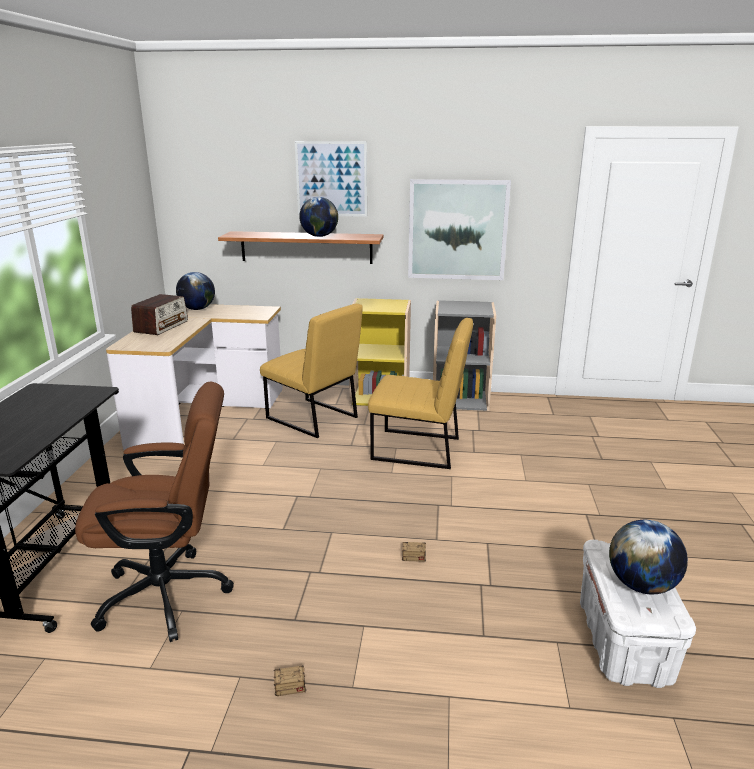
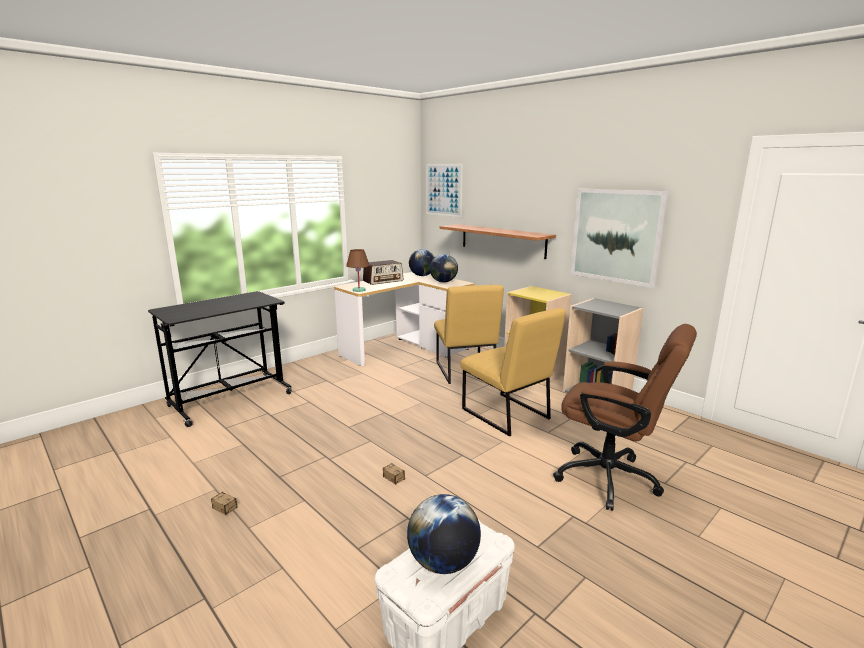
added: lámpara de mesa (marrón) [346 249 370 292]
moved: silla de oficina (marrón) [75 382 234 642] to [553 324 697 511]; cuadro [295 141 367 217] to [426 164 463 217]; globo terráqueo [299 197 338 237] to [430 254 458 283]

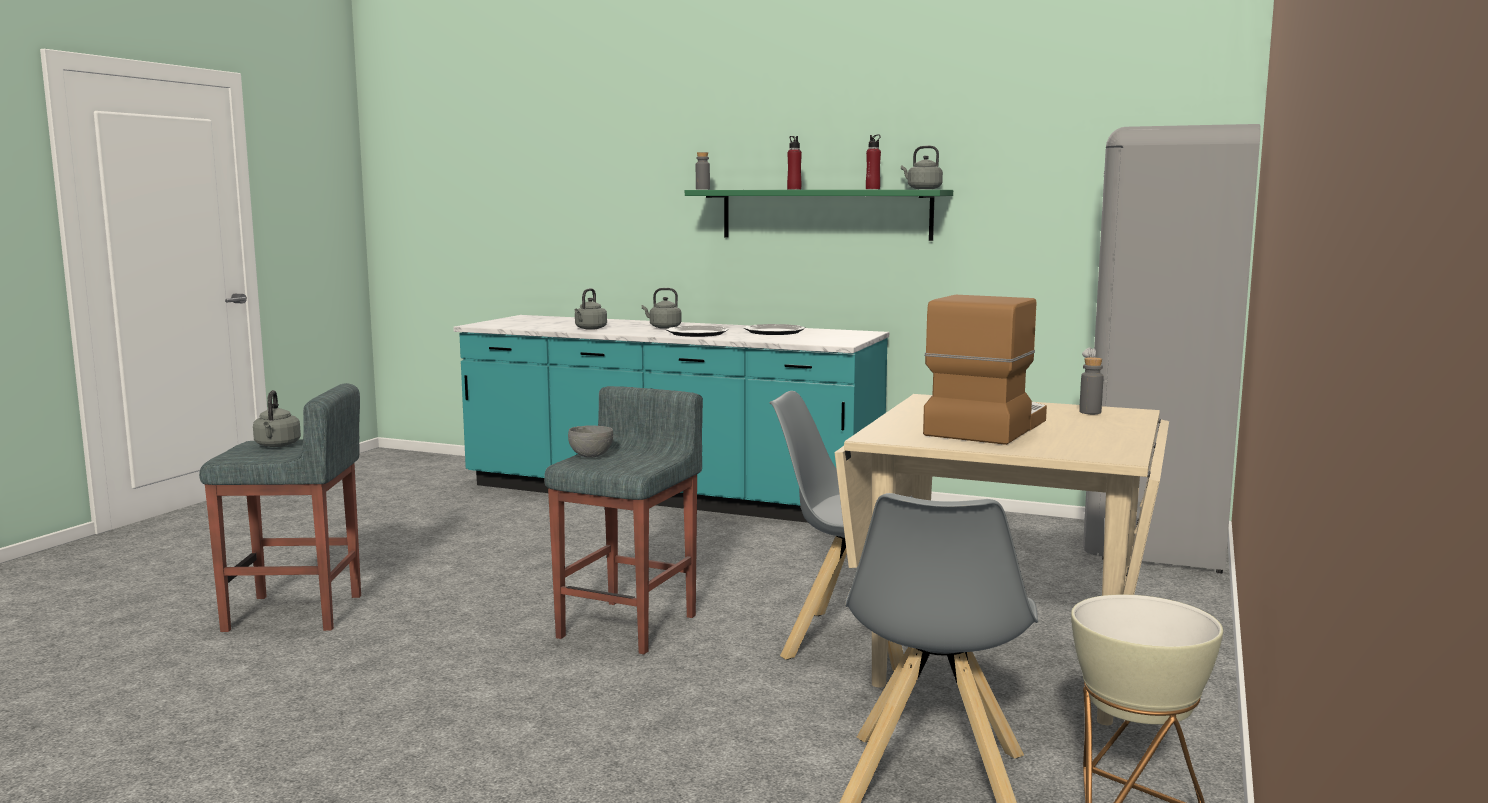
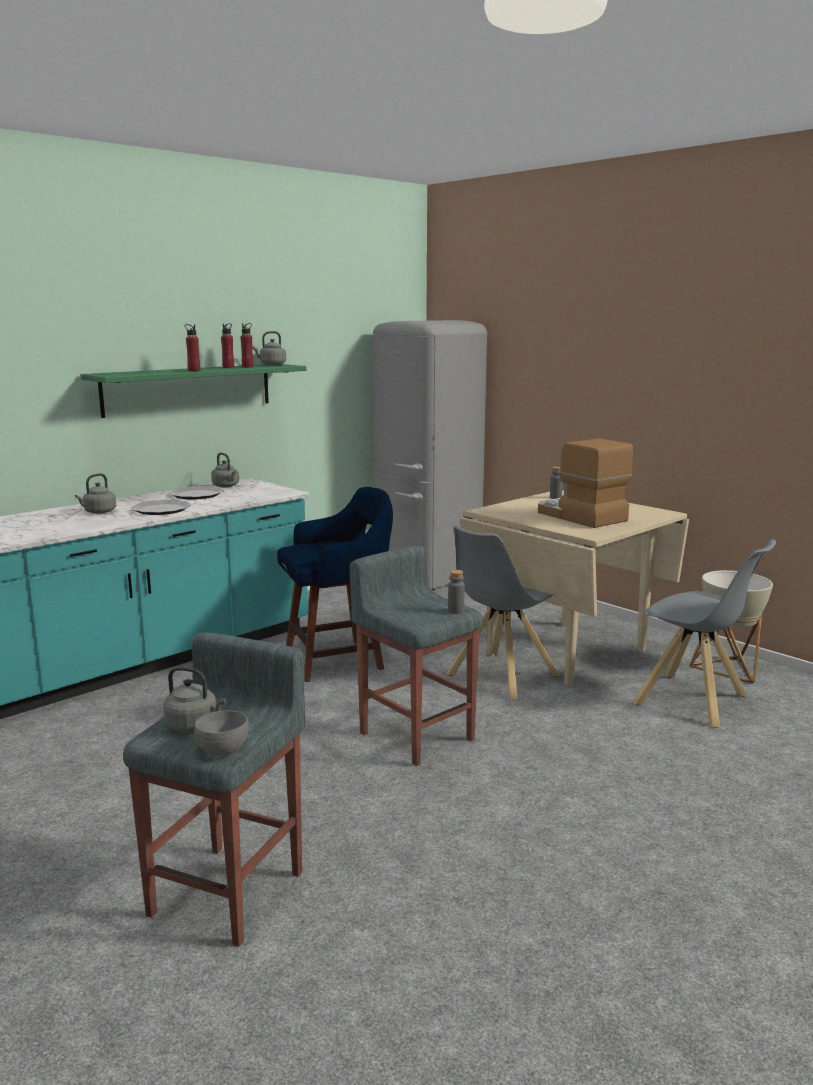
added: botella (rojo) [221 323 234 368]; taburete (azul) [277 487 393 682]
moved: cuenco (gris) [568 425 613 458] to [194 710 249 756]; hervidor (gris) [575 288 607 330] to [211 453 239 487]; botella (gris) [696 152 710 190] to [448 570 465 614]

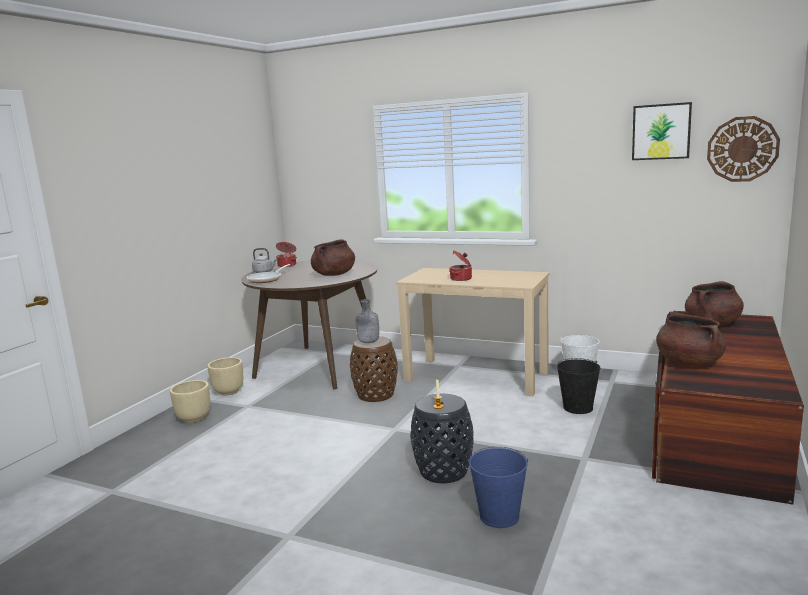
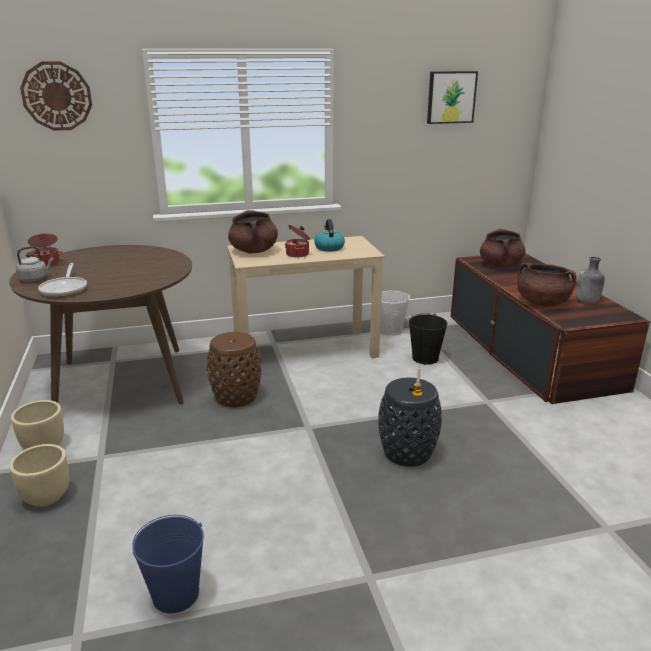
added: hervidor [314 219 345 252]
moved: olla (marrón) [311 239 355 276] to [228 210 278 254]; botella (gris) [356 299 379 343] to [576 257 605 303]; cubo (azul) [468 447 528 528] to [132 515 204 613]; reloj de pared [707 116 780 182] to [20 61 92 131]

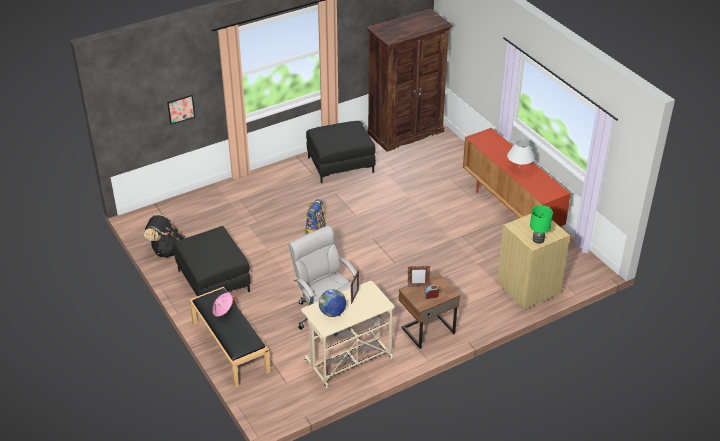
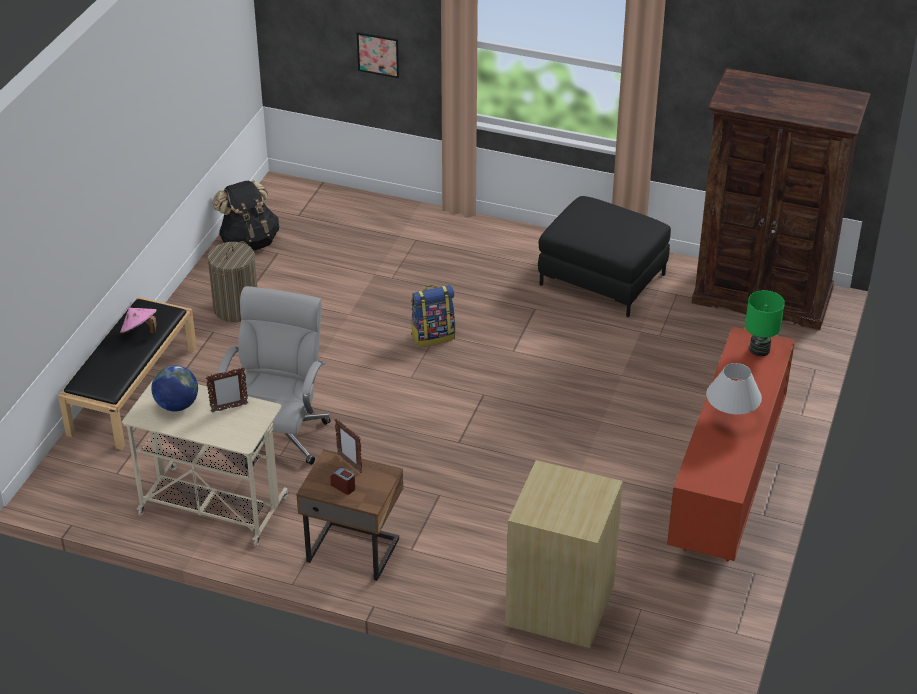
moved: lámpara de mesa (verde) [530 205 553 244] to [745 290 785 356]
replaced: puf (negro) [174 226 251 297] to cesto de la ropa [207 241 257 322]

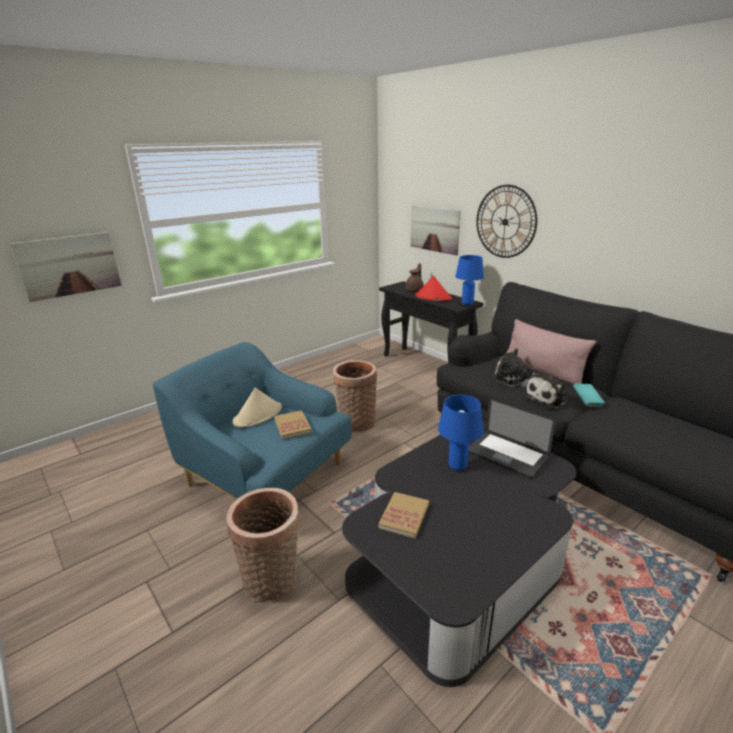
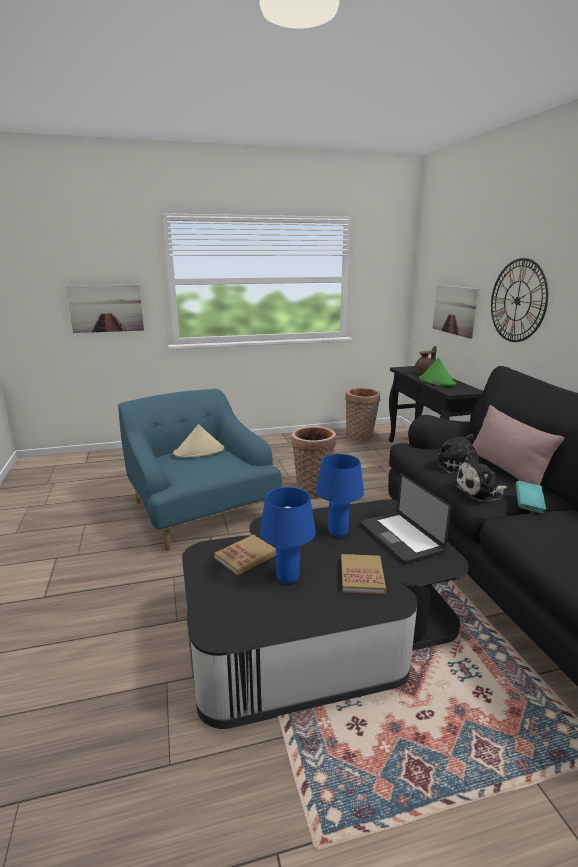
moved: cesta [226 488 300 603] to [345 388 380 441]; libro [274 411 312 440] to [341 554 386 594]; lámpara de mesa (azul) [455 255 484 305] to [260 487 316 584]
recoloured: sombrero (rojo) [415 276 452 301] to sombrero (verde) [419 358 456 386]

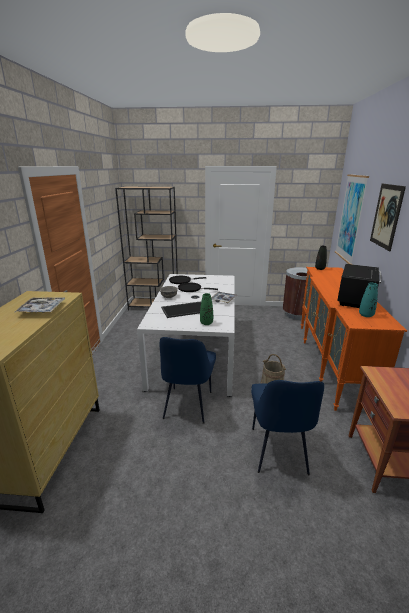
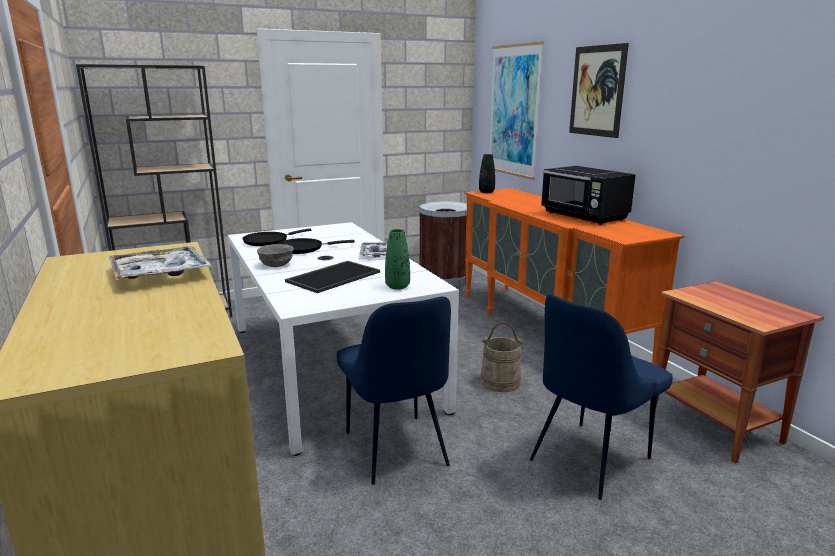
removed: florero (turquesa) [359 283 378 317]
turned: silla (azul) [251 380 324 475] = [530 294 673 500] 75 degrees clockwise; microondas (negro) [337 264 382 308] = [541 166 636 225] 150 degrees clockwise

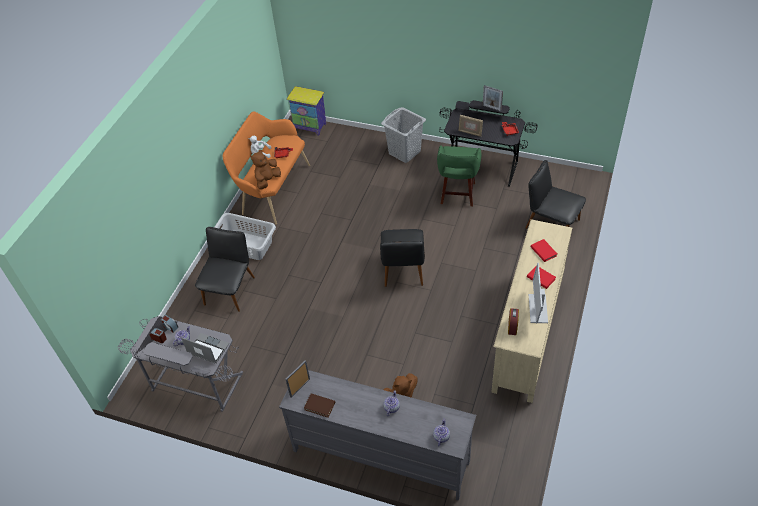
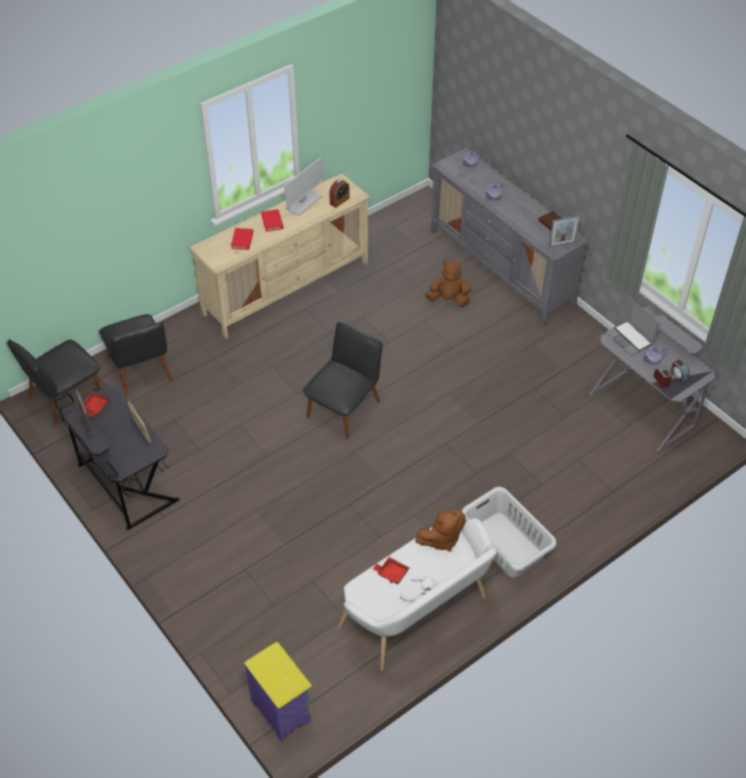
removed: cesto de la ropa (gris) [381 107 426 163]; taburete (verde) [437 145 481 207]
moved: silla (negro) [195 227 255 312] to [7 339 102 426]
recoloured: banco (naranja) [223 111 310 225] to banco (blanco) [337 518 497 671]

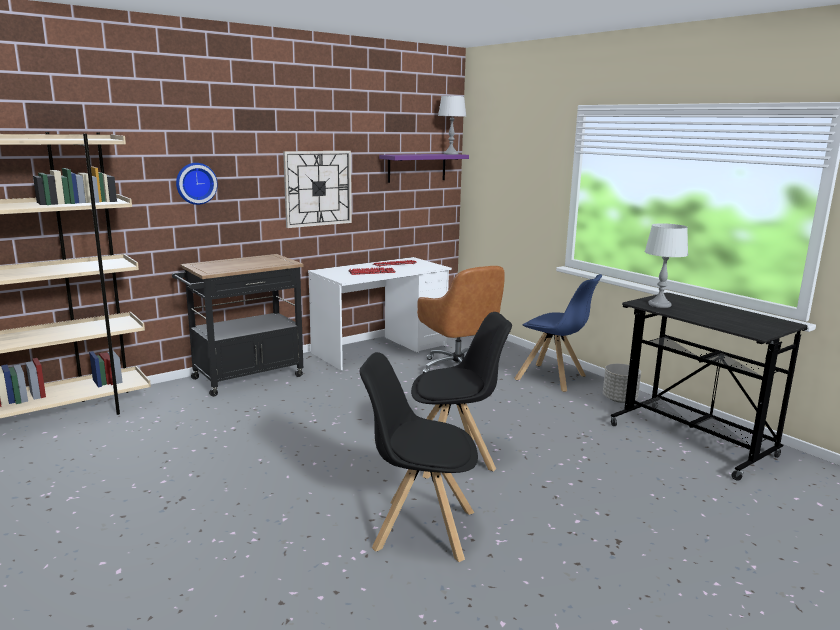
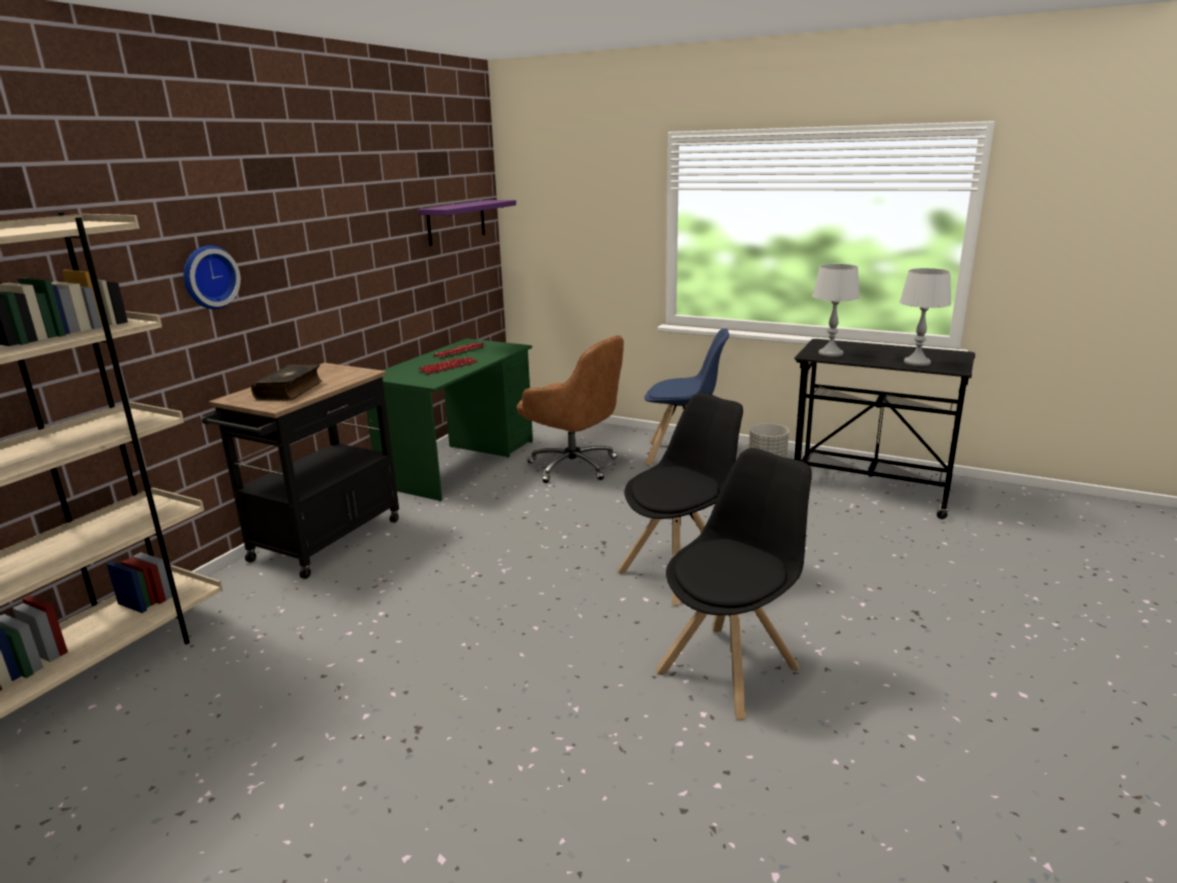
removed: reloj de pared [283 151 352 228]
added: libro [251 364 323 400]
moved: lámpara de mesa (gris) [438 96 466 155] to [900 268 951 366]
recoloured: escritorio (blanco) [308 257 452 371] to escritorio (verde) [366 338 533 501]
turned: silla (negro) [359 352 478 562] = [656 448 812 720] 150 degrees clockwise

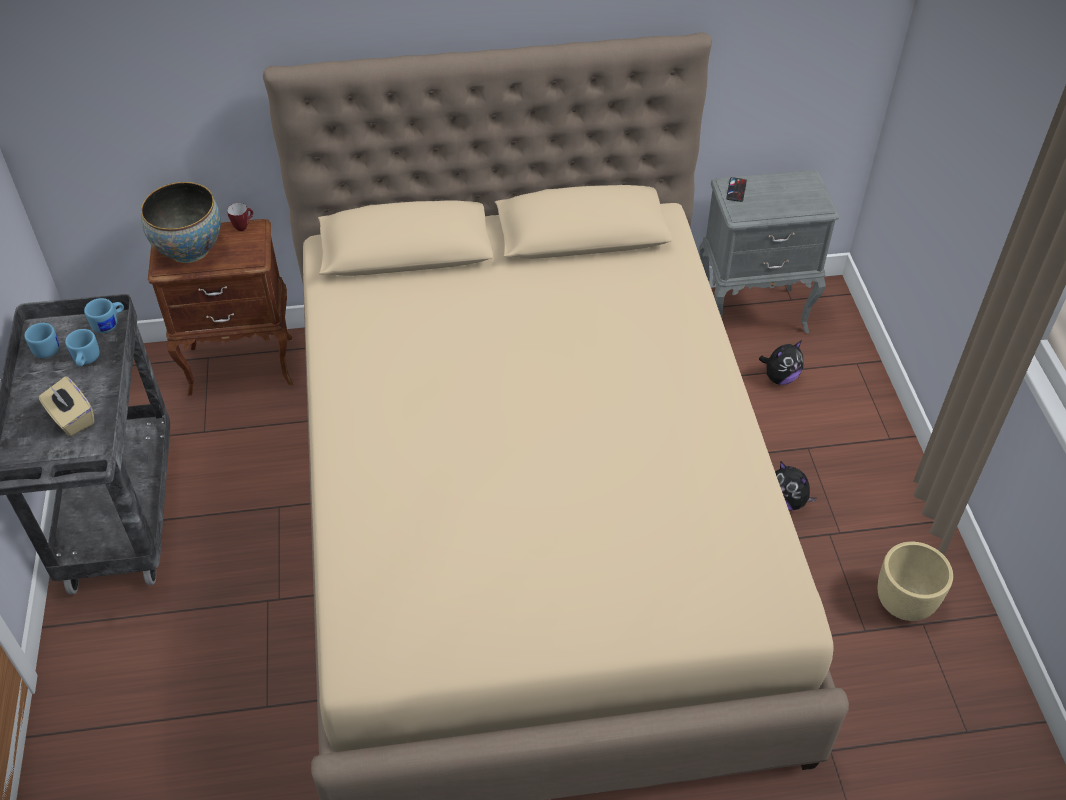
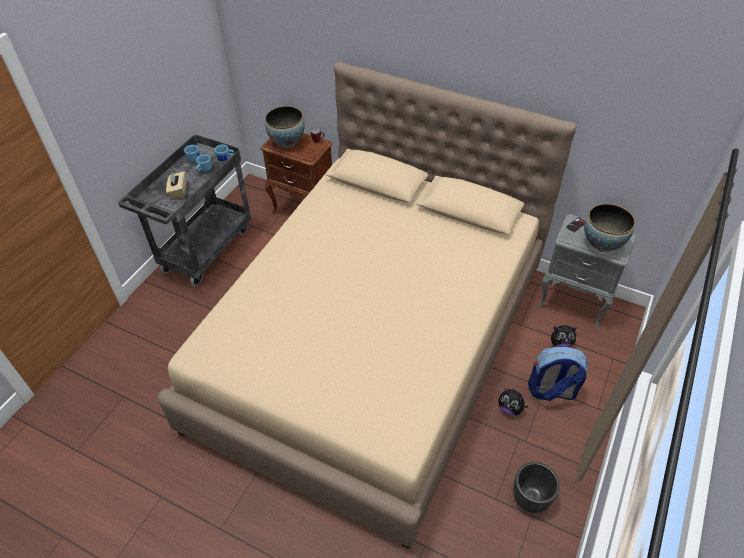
added: mochila [528 347 588 401]; cuenco [584 204 635 252]
recoloured: maceta (beis) [877 542 953 621] to maceta (negro) [513 462 560 513]
turned: peluche [775 461 817 510] = [498 388 528 416] 45 degrees counterclockwise

